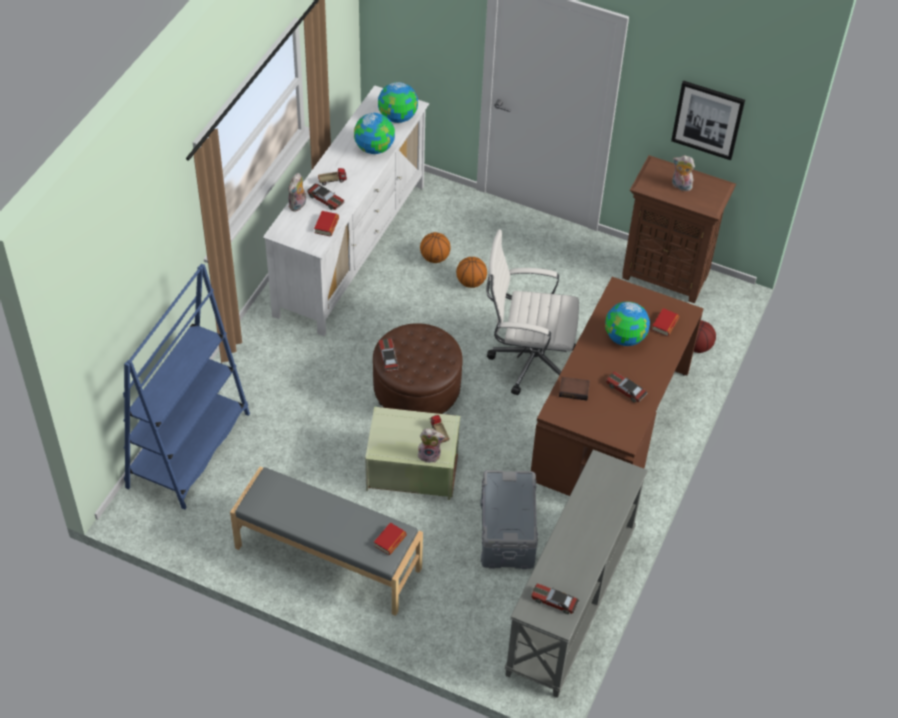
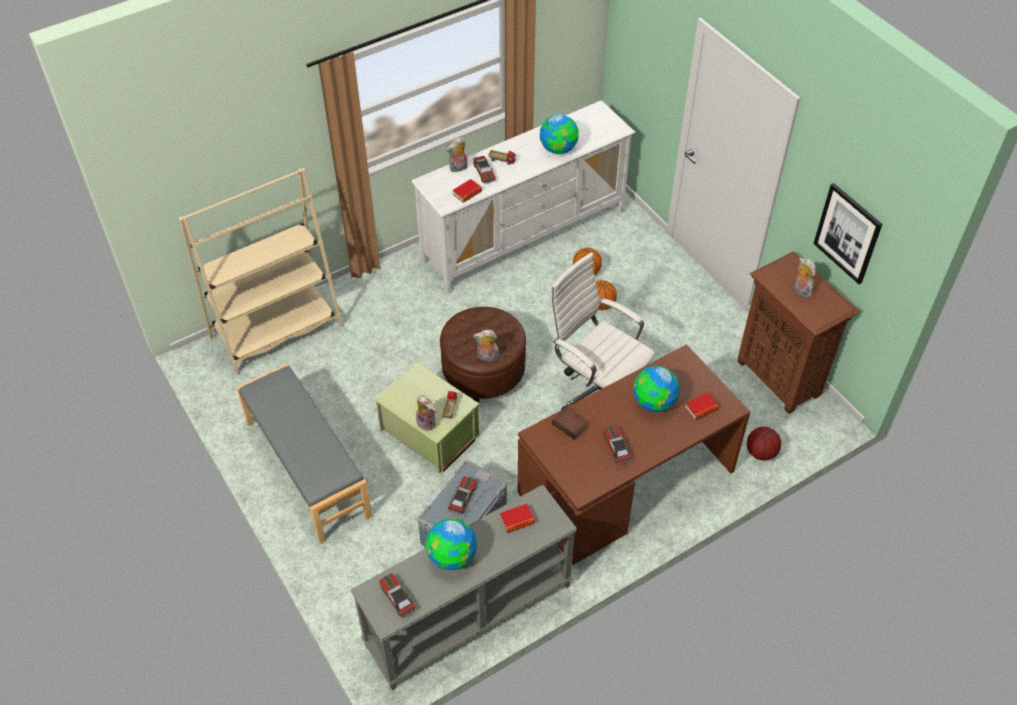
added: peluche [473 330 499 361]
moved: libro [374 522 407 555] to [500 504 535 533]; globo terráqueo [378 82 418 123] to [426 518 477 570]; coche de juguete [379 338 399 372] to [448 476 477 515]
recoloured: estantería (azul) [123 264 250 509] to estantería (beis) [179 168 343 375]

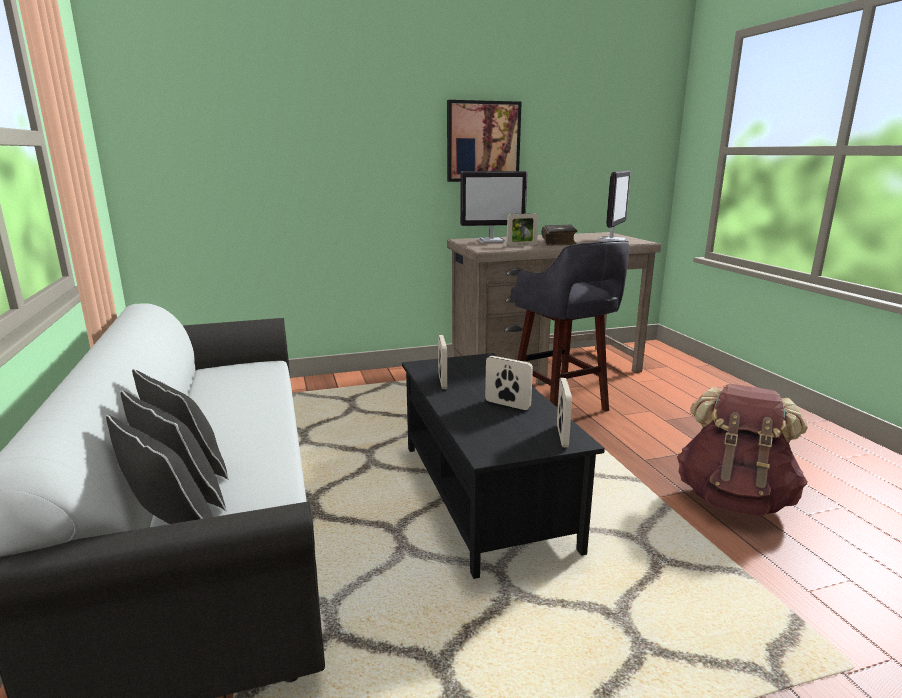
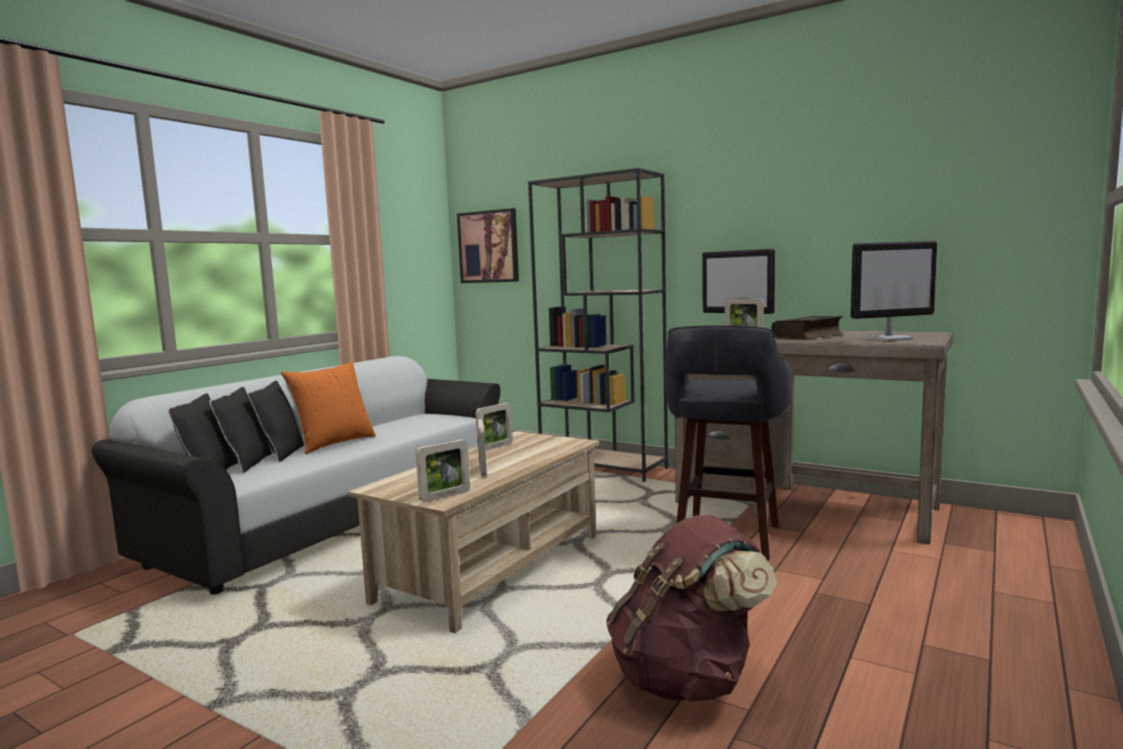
added: cojín (naranja) [281 361 376 454]; estantería [528 168 668 482]
moved: cuadro [447 100 522 182] to [457 208 519 283]
recoloured: mesa de centro (negro) [402 353 605 579] to mesa de centro (beis) [348 431 599 633]

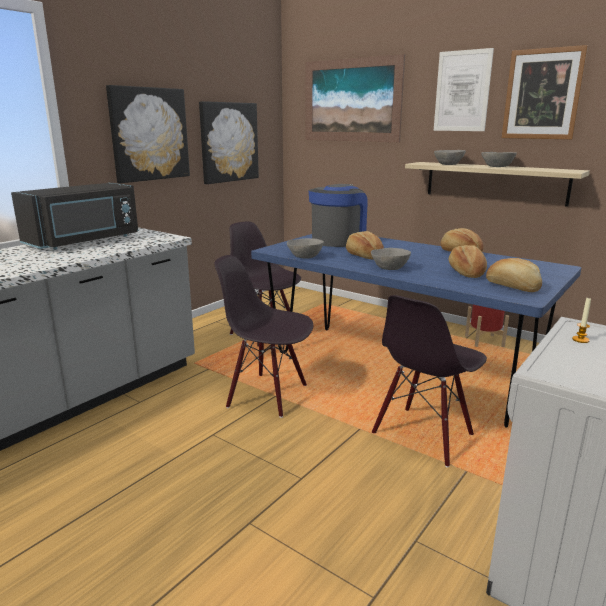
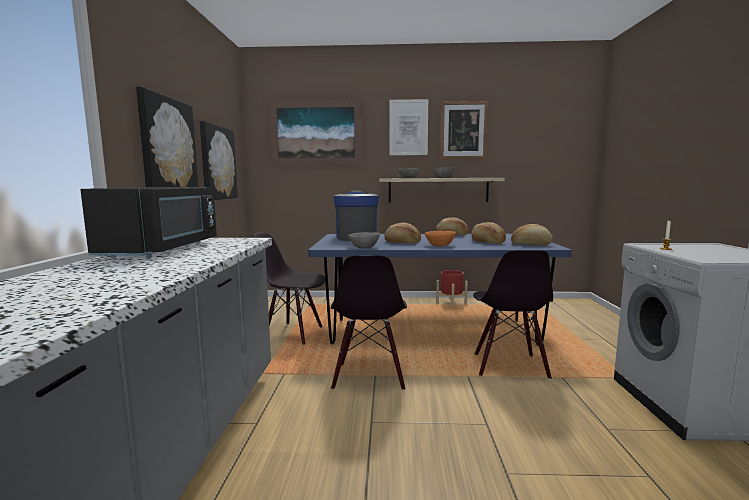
recoloured: cuenco (gris) [371 248 411 270] to cuenco (naranja) [425 231 456 246]
turned: silla (negro) [214 255 313 418] = [331 255 407 391] 75 degrees counterclockwise

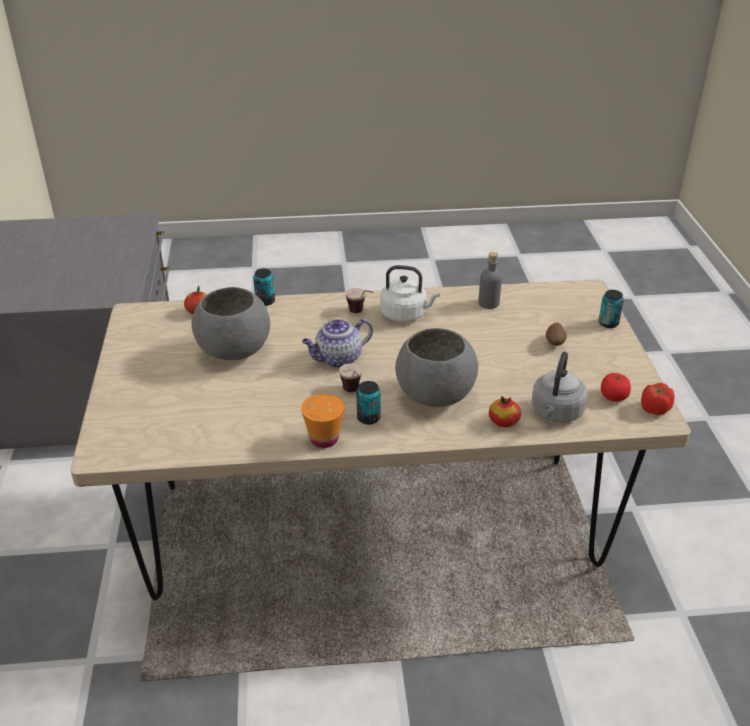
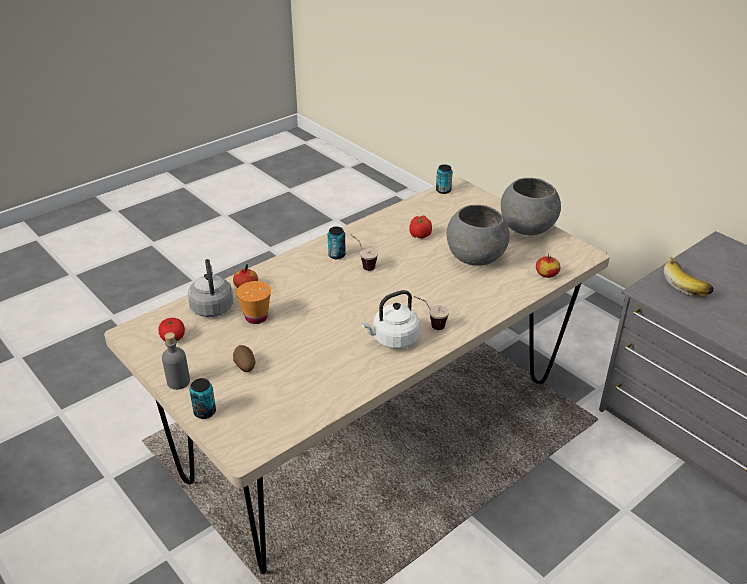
removed: tetera [302 319 373 368]
added: plátano [664 257 714 297]
moved: lata [253 269 275 306] to [436 164 453 194]; taza (naranja) [301 394 345 448] to [236 281 271 324]; cuenco (gris) [395 328 478 407] to [501 178 561 235]; botella (gris) [478 252 502 309] to [162 332 190 390]; tomate [641 383 675 415] to [409 215 432 239]

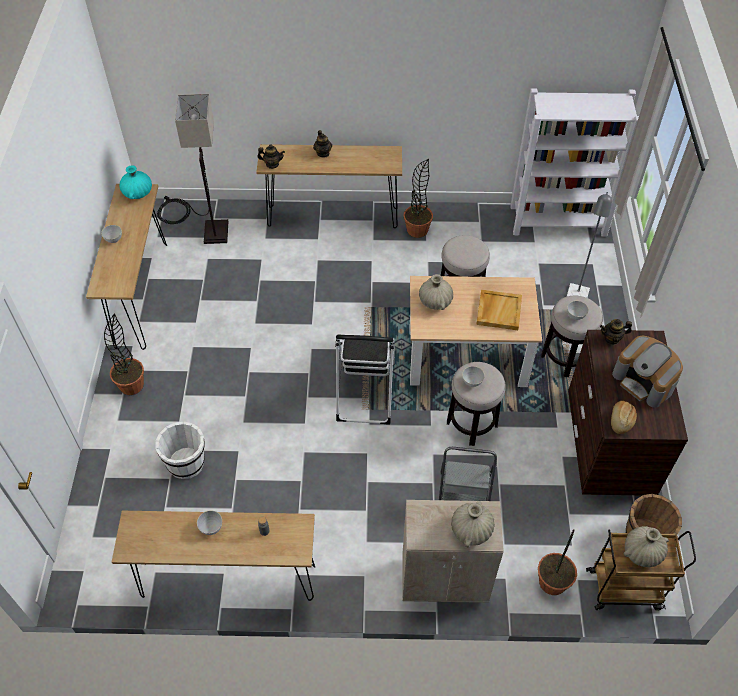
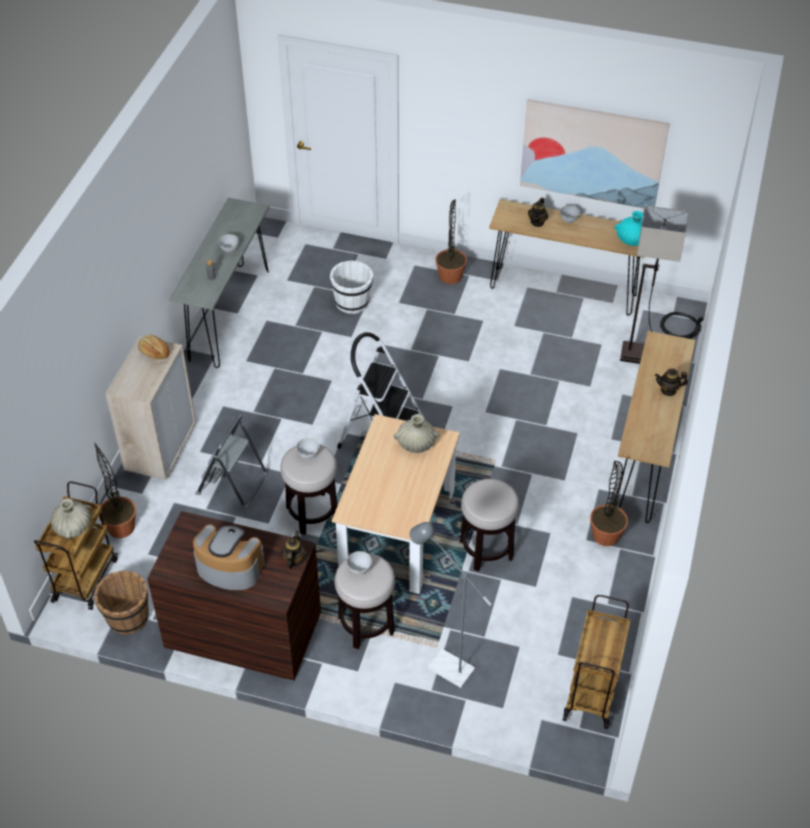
removed: florero (beis) [451 501 495 547]; bandeja (beis) [476 290 522 330]
added: cuadro [520 99 670 208]
moved: tetera [257 144 285 169] to [528 198 548 227]; pan [611 401 637 434] to [138 335 170 359]
replaced: estantería (blanco) [510 88 639 237] to carrito (marrón) [563 595 630 729]
recoloured: mesa consola (marrón) [112 511 315 601] to mesa consola (gris) [169 198 269 368]
turned: cafetera [612 336 683 408] = [193 524 265 590] 45 degrees clockwise

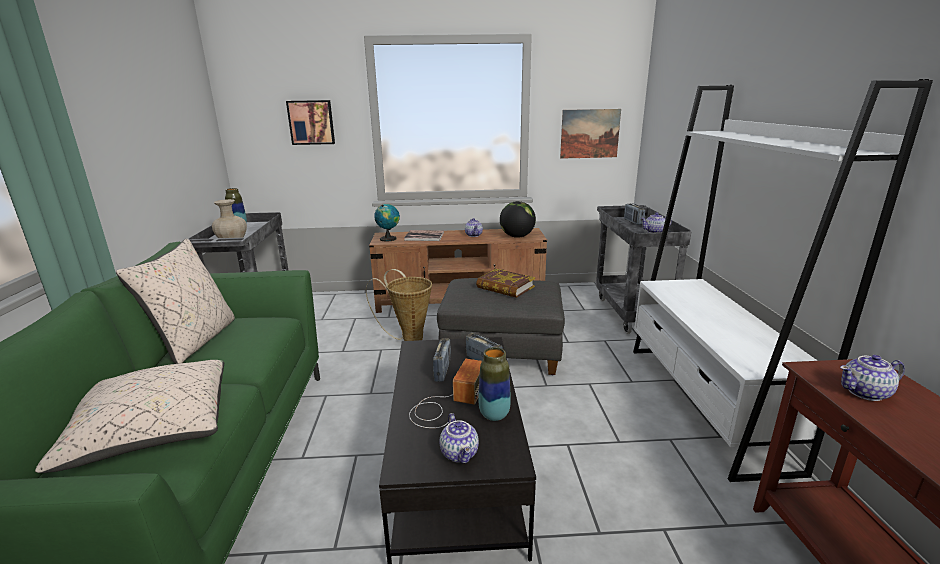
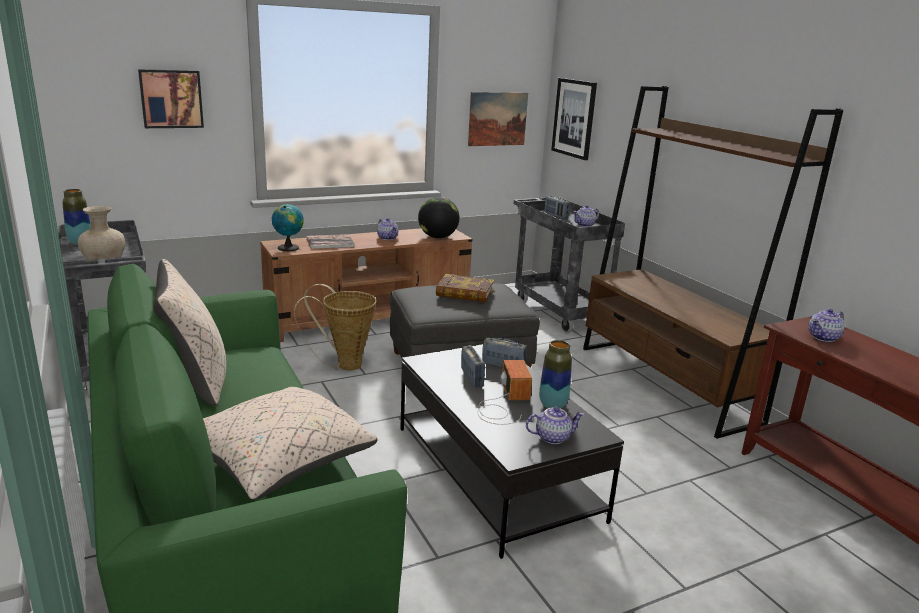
added: cuadro [551 78 597 160]
recoloured: estantería (blanco) [633 79 933 482] to estantería (marrón) [583 86 843 439]
turned: tetera [440 413 479 464] = [526 407 584 444] 60 degrees counterclockwise

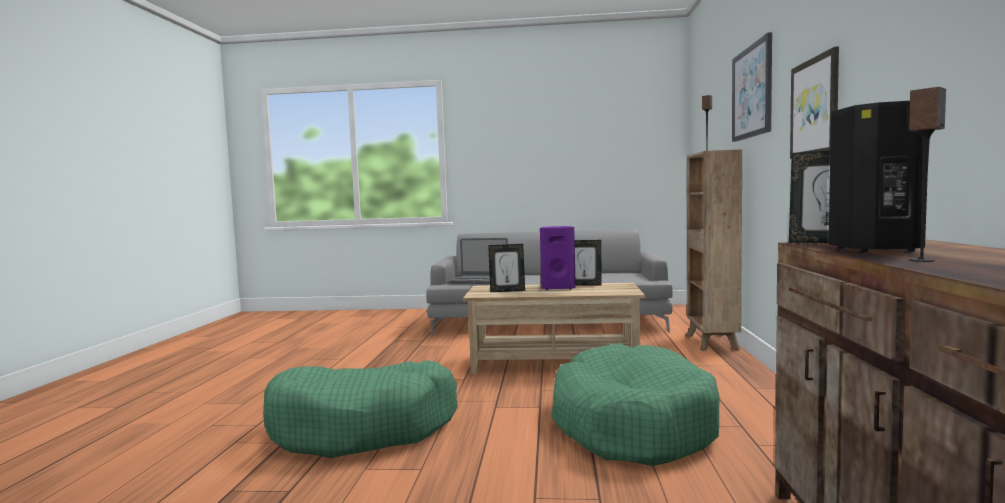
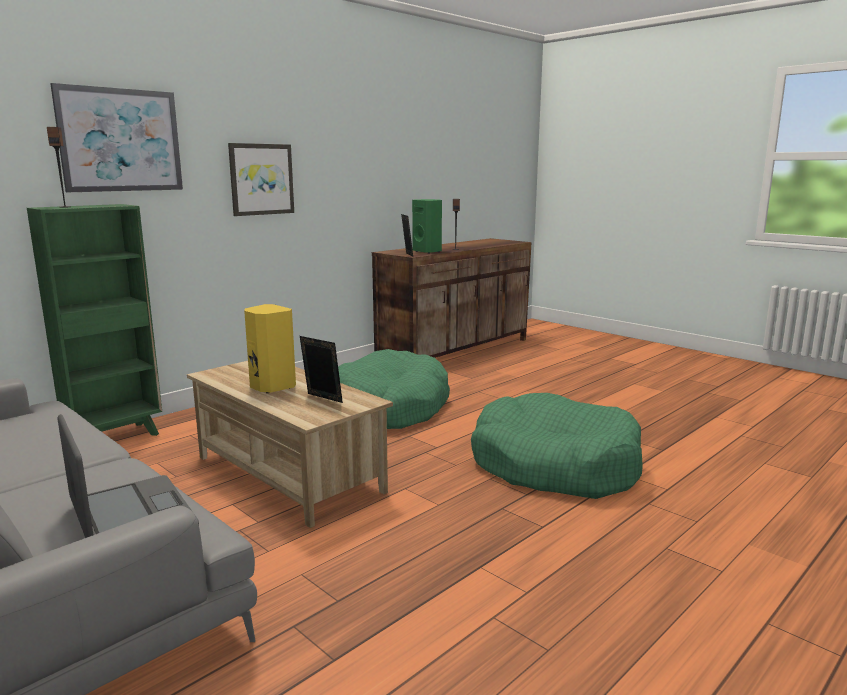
removed: portarretratos [575 240 602 286]
recoloured: altavoz (morado) [540 226 576 290] to altavoz (amarillo) [244 304 296 393]; estantería (marrón) [687 149 742 351] to estantería (verde) [27 204 162 436]; altavoz (negro) [829 101 928 252] to altavoz (verde) [412 199 442 254]

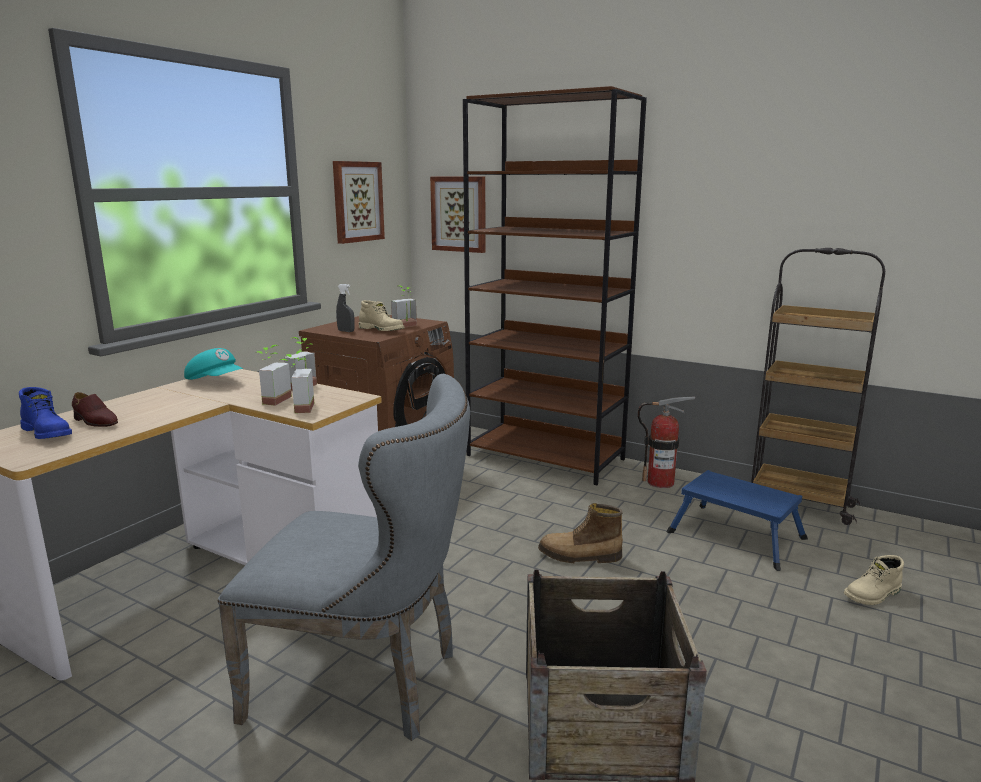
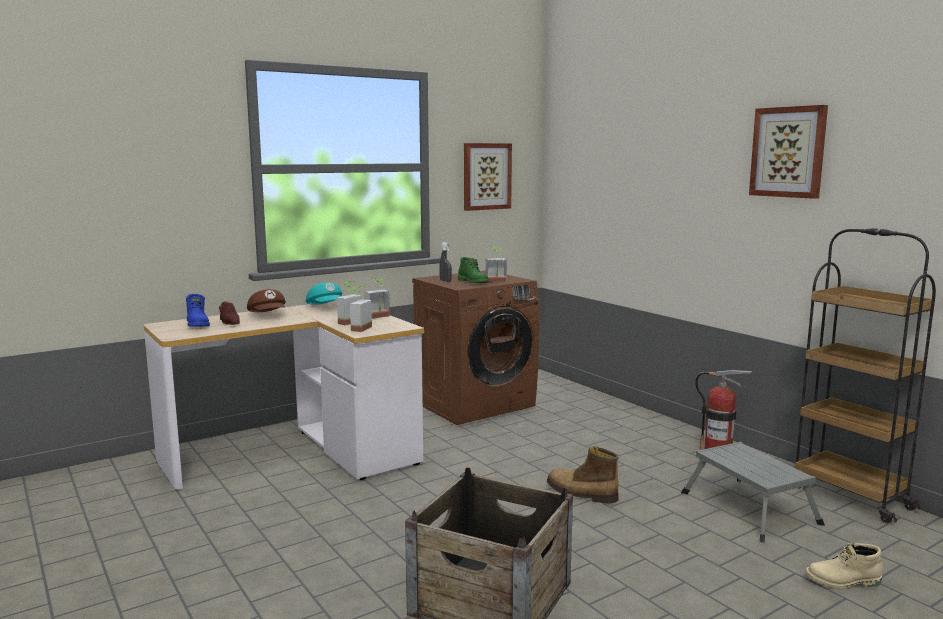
removed: silla (gris) [218 374 470 741]; estantería (marrón) [463 86 647 485]
added: gorra (marrón) [247 289 286 312]
moved: cuadro [430 177 485 253] to [749 105 828 199]
recoloured: bota (beis) [359 300 404 331] to bota (verde) [458 257 489 283]; escalera de tijera (azul) [666 470 808 571] to escalera de tijera (gris) [681 442 825 543]

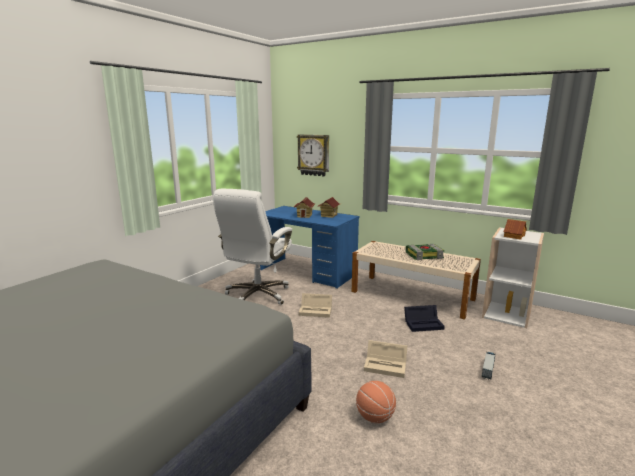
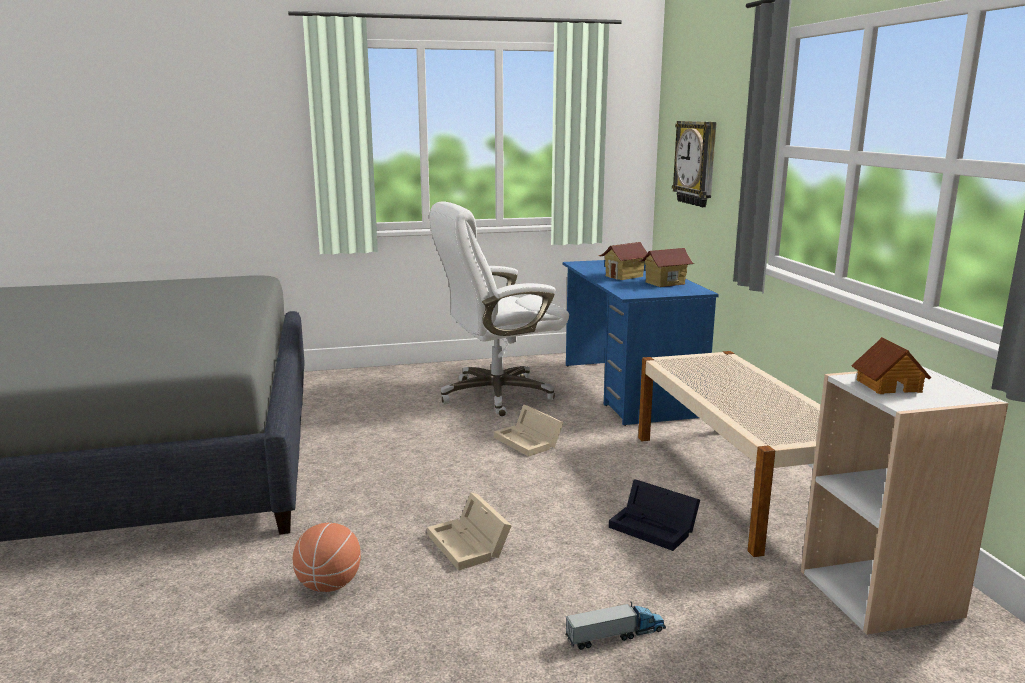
removed: libro [405 244 445 260]

